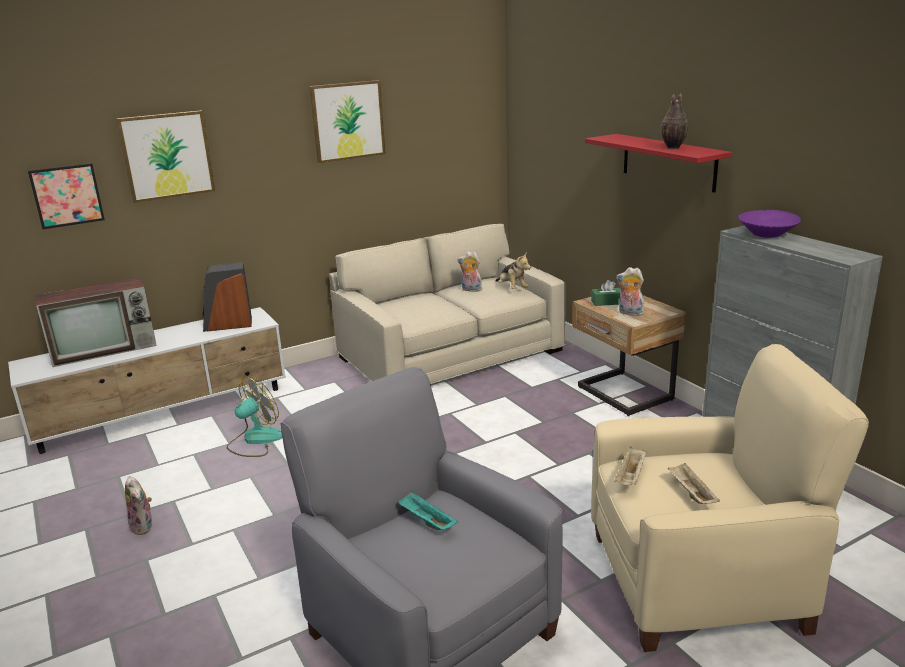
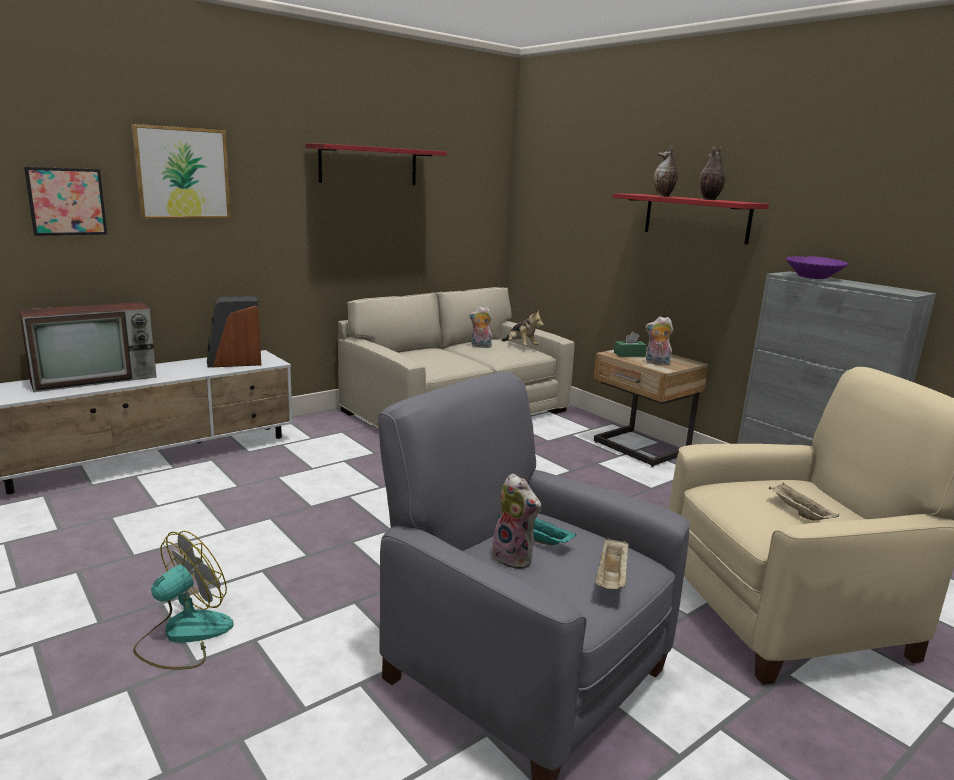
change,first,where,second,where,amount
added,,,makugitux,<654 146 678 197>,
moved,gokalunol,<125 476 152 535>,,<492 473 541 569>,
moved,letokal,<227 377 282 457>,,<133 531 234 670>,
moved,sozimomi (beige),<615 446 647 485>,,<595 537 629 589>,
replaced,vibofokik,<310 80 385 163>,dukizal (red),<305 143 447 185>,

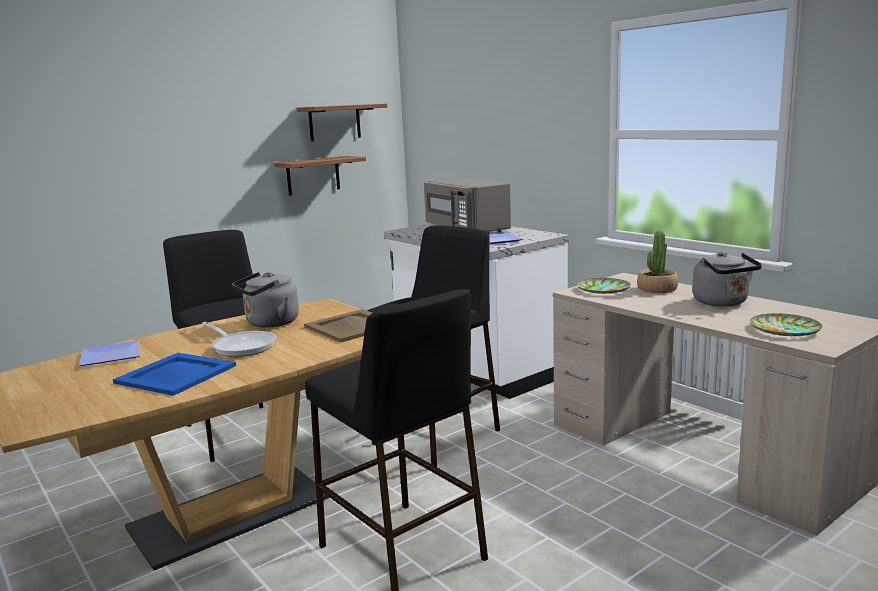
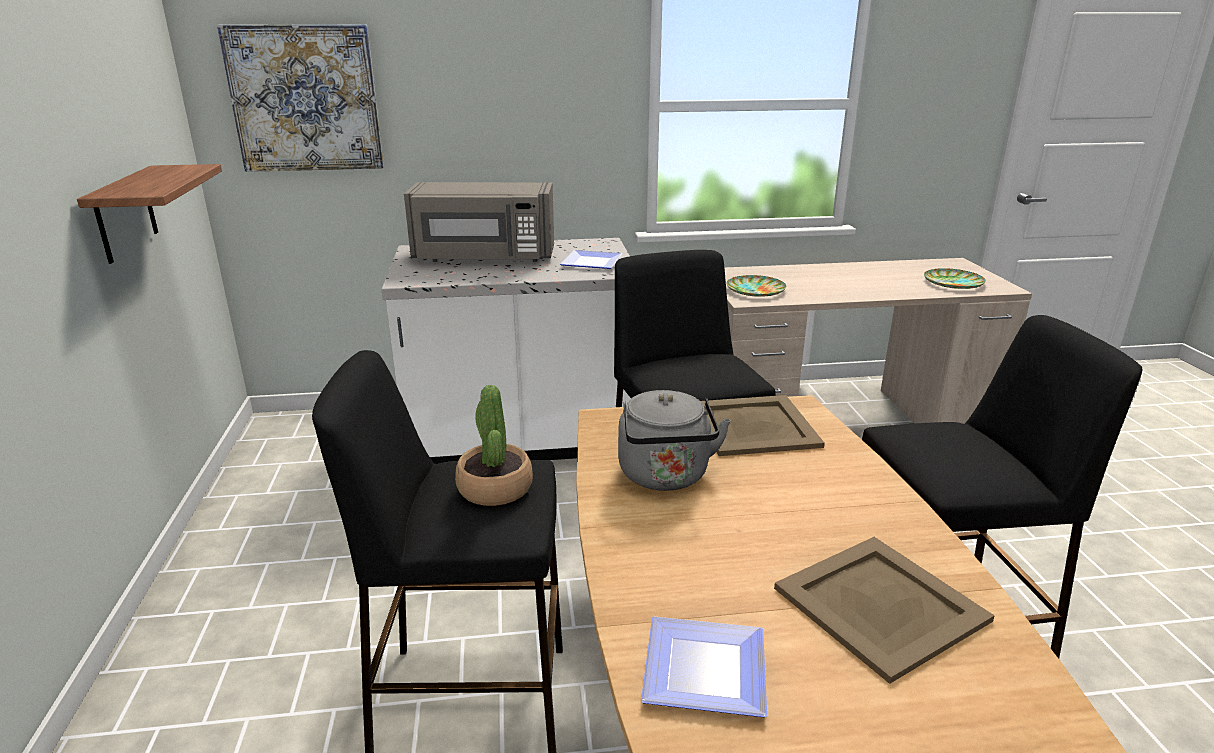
change,first,where,second,where,amount
removed,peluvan,<202 322 277 357>,,,
removed,dukizal,<297 103 387 141>,,,
removed,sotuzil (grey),<692 252 762 307>,,,
added,,,vibofokik,<217 24 384 172>,
moved,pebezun,<637 231 678 293>,,<455 385 533 506>,
recoloured,sozimomi (blue),<113 353 236 396>,sozimomi (beige),<774 537 995 684>,

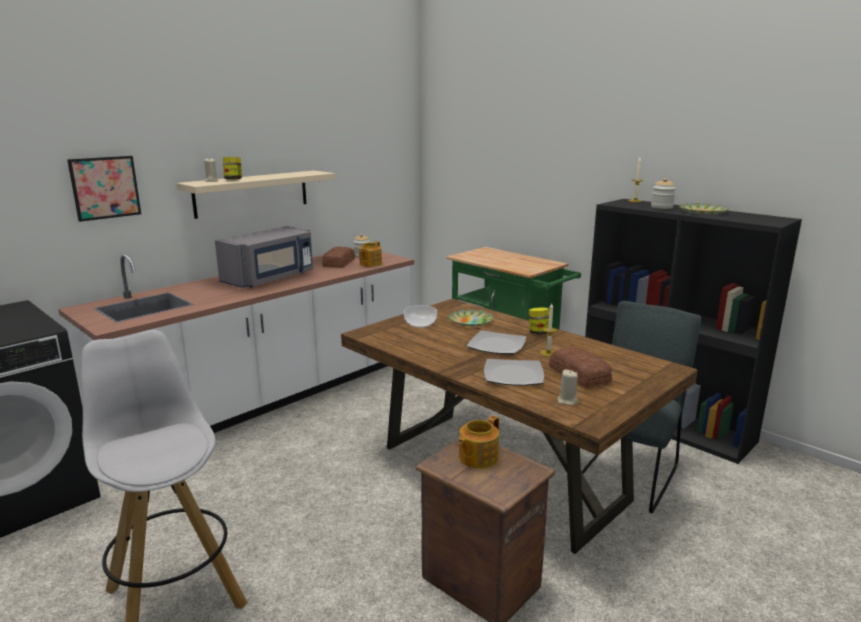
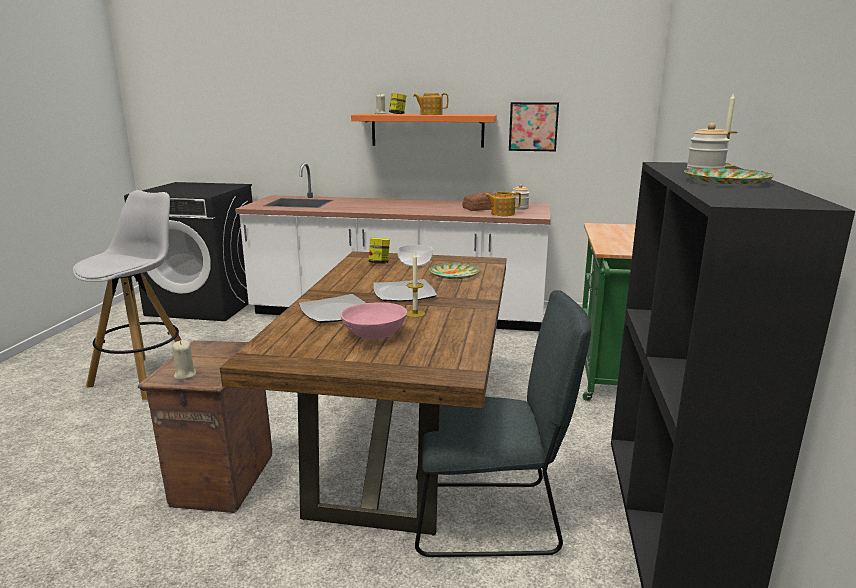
change,first,where,second,where,amount
removed,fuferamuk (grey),<215 226 313 288>,,,
moved,vibofokik,<67 156 141 222>,,<509 102 559 151>,
moved,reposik,<458 416 499 469>,,<413 93 448 115>,
moved,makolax,<529 307 549 334>,,<369 238 390 264>,
moved,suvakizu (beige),<557 370 578 405>,,<172 340 196 380>,
replaced,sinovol,<549 347 612 388>,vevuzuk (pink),<340 302 407 340>,
recoloured,dukizal (beige),<176 170 335 219>,dukizal (orange),<351 114 497 147>,

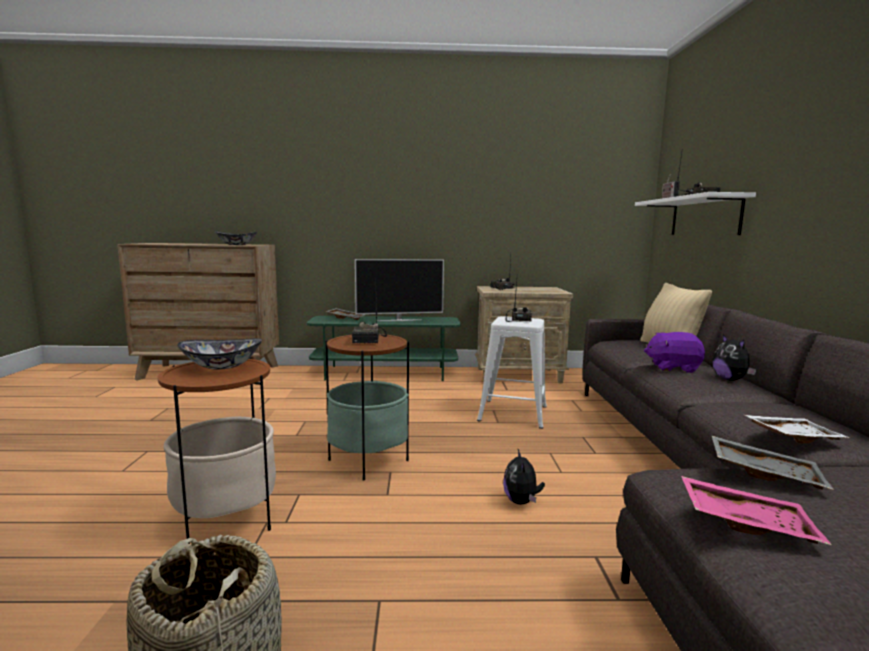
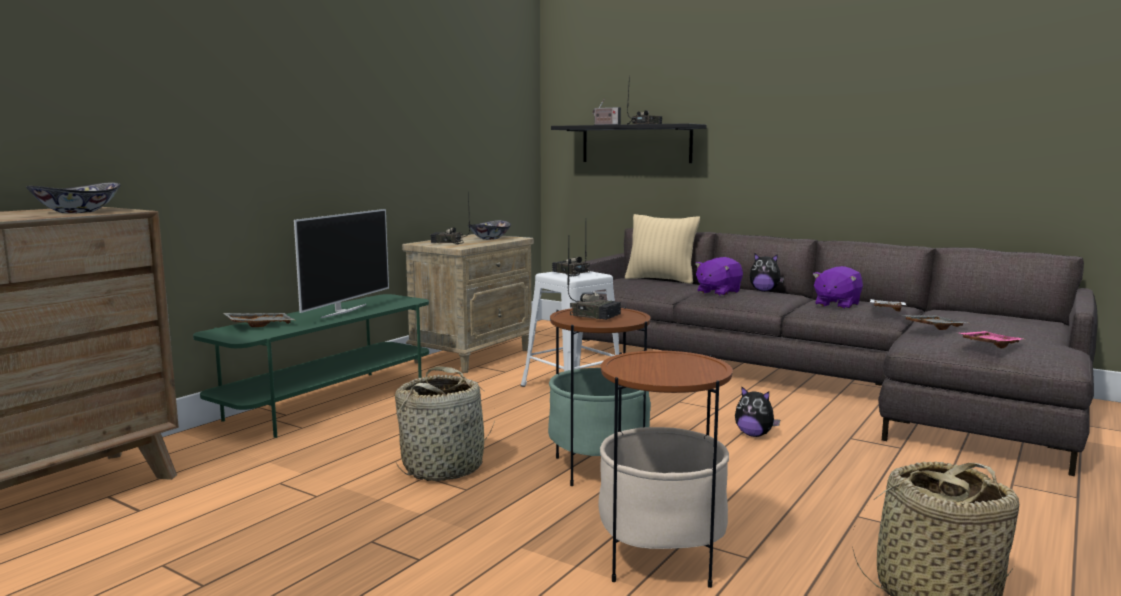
change,first,where,second,where,amount
added,,,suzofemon,<395 366 495 481>,
added,,,gokalunol (purple),<812 266 863 309>,
moved,vevuzuk,<177 338 262 370>,,<468 220 511 240>,
recoloured,dukizal (white),<635 192 756 235>,dukizal (black),<551 123 707 163>,

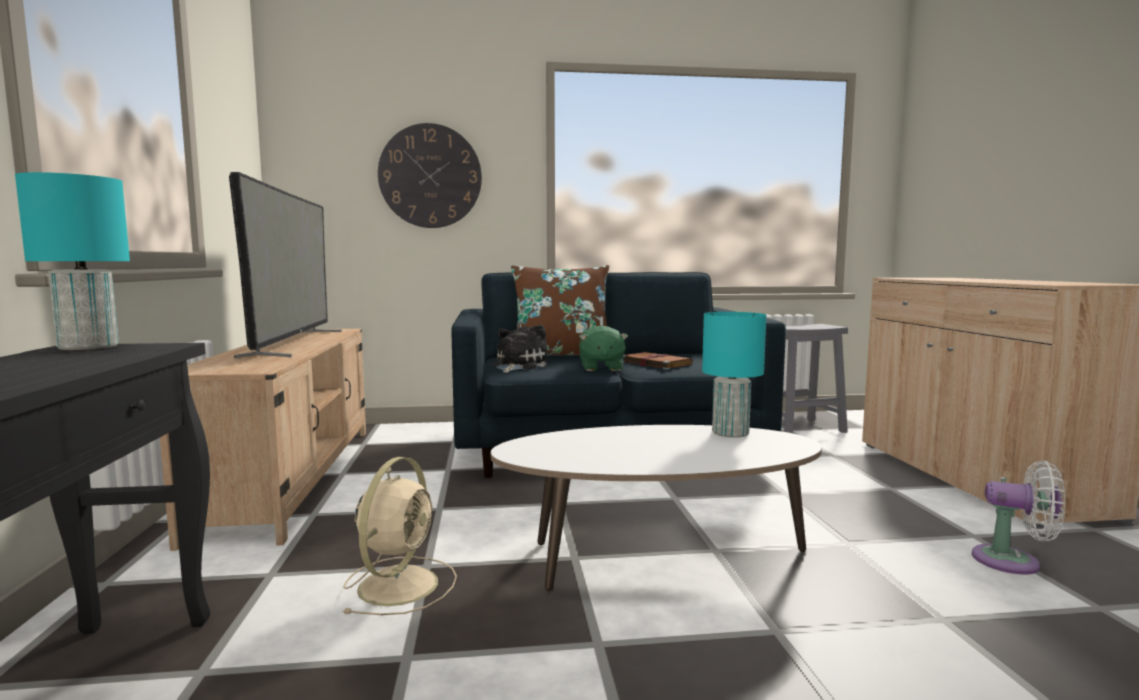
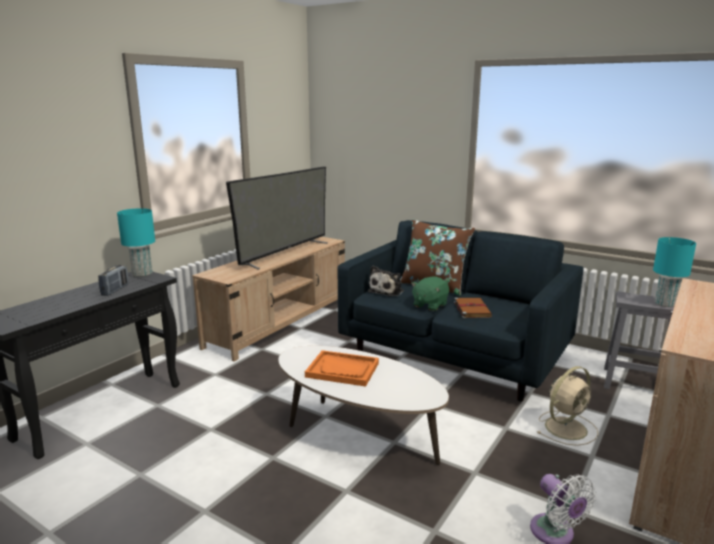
change,first,where,second,where,amount
removed,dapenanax,<378 123 482 228>,,,
added,,,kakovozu,<98 265 129 296>,
added,,,sozimomi (orange),<305 350 379 387>,
moved,letokal (beige),<342 457 457 615>,,<537 366 598 446>,
moved,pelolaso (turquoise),<702 312 766 438>,,<653 237 696 307>,
turned,gokalunol,<493 325 549 373>,,<368 265 404 297>,150 degrees clockwise

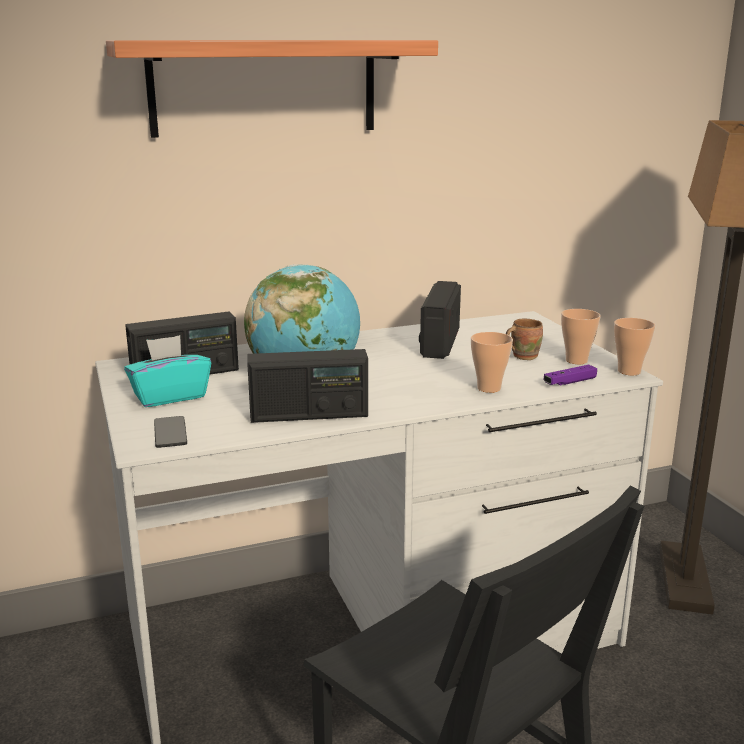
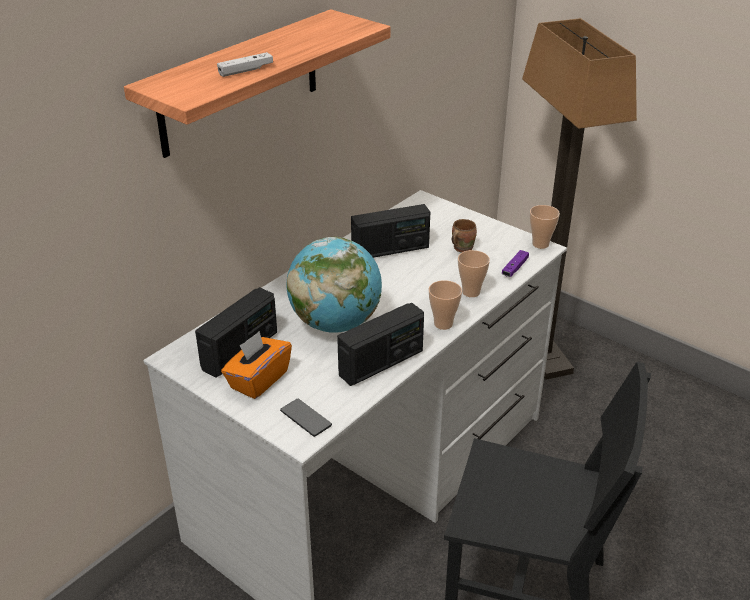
change,first,where,second,where,amount
added,,,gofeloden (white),<217 52 273 77>,
moved,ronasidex,<561 309 601 364>,,<429 280 462 330>,
recoloured,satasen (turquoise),<124 335 211 407>,satasen (orange),<221 331 292 399>,
turned,kakovozu,<419 281 461 359>,,<351 204 430 258>,90 degrees counterclockwise

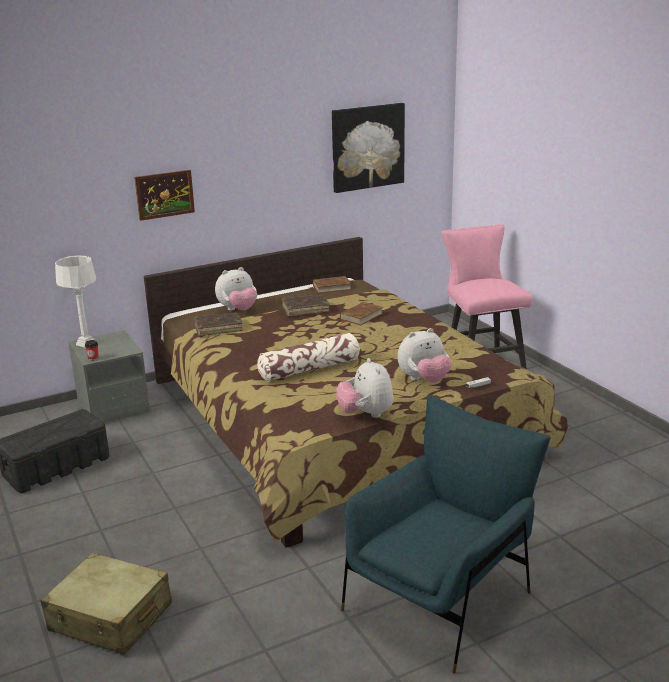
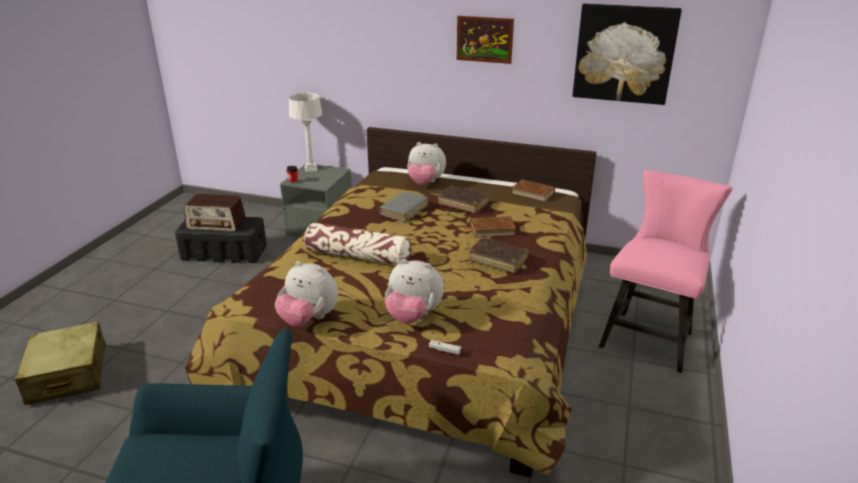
change,first,where,second,where,amount
added,,,kakovozu,<184 194 246 232>,
added,,,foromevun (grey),<379 192 428 222>,
moved,vibofokik,<134 170 195 221>,,<456 16 514 64>,
moved,foromevun (brown),<194 313 243 336>,,<468 237 529 273>,
turned,gokalunol,<336 358 393 418>,,<275 261 338 327>,90 degrees counterclockwise

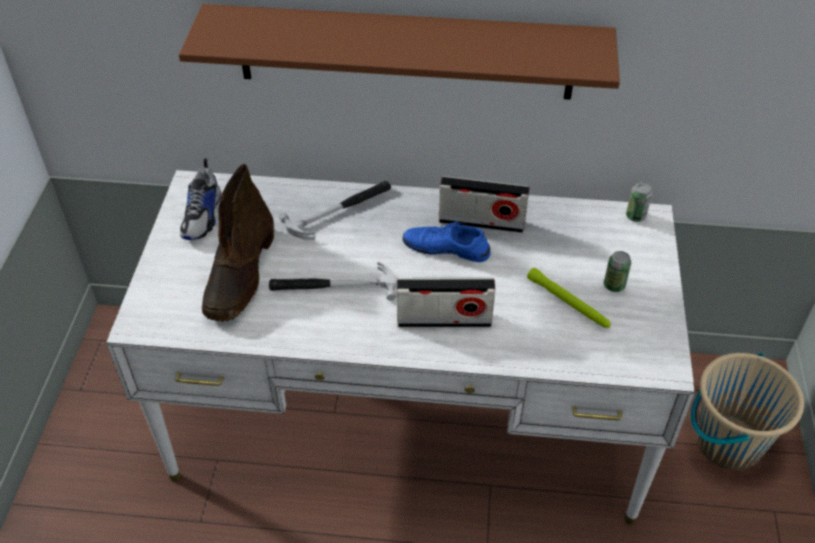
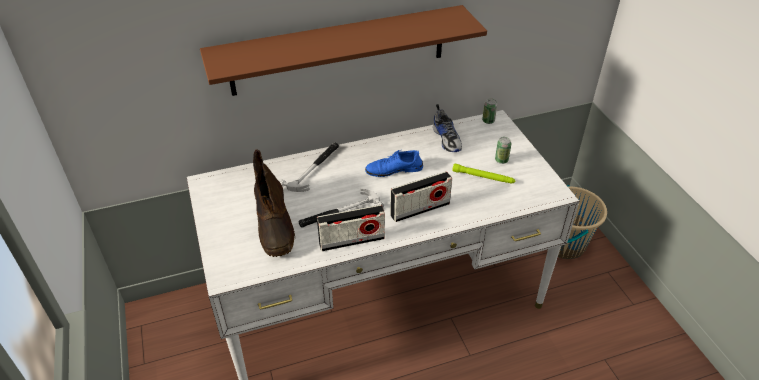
change,first,where,second,where,amount
moved,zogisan,<180 158 221 240>,,<433 104 462 152>,
moved,kakovozu,<439 176 529 233>,,<317 205 385 251>,

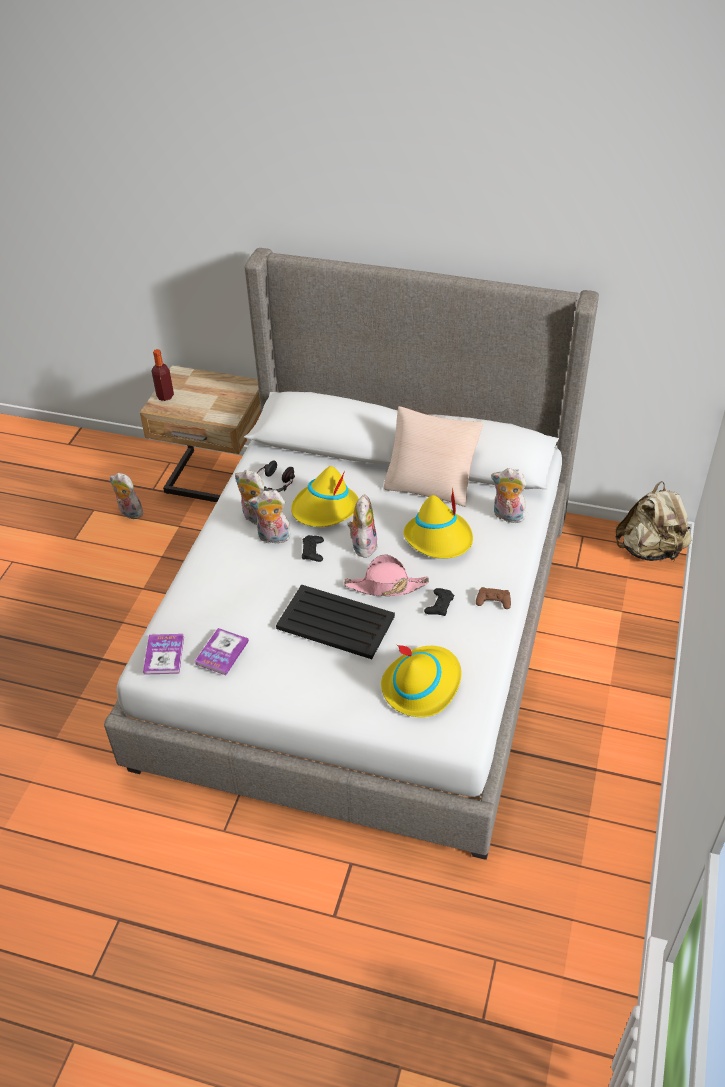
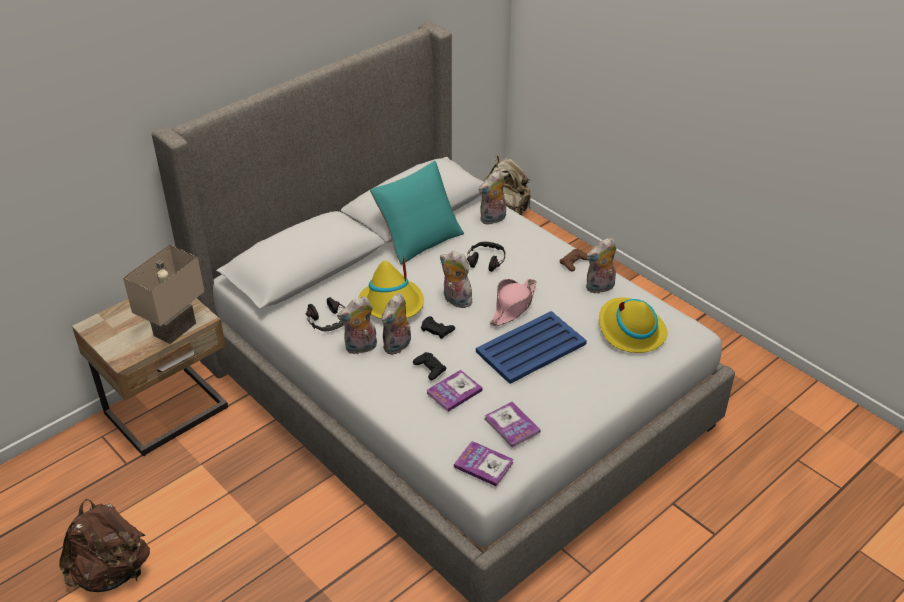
change,first,where,second,where,amount
removed,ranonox,<152 349 174 401>,,,
added,,,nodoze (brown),<59 498 150 592>,
added,,,pelolaso (beige),<123 244 205 344>,
added,,,foromevun,<426 370 483 412>,
moved,gokalunol,<110 473 143 519>,,<586 237 616 294>,
moved,gofeloden (black),<424 588 454 616>,,<413 352 446 380>,
replaced,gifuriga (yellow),<404 487 473 559>,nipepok,<467 242 505 272>,
recoloured,sozimomi (black),<276 584 395 659>,sozimomi (blue),<476 311 587 384>,
recoloured,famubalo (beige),<383 406 483 507>,famubalo (turquoise),<370 161 464 265>,

